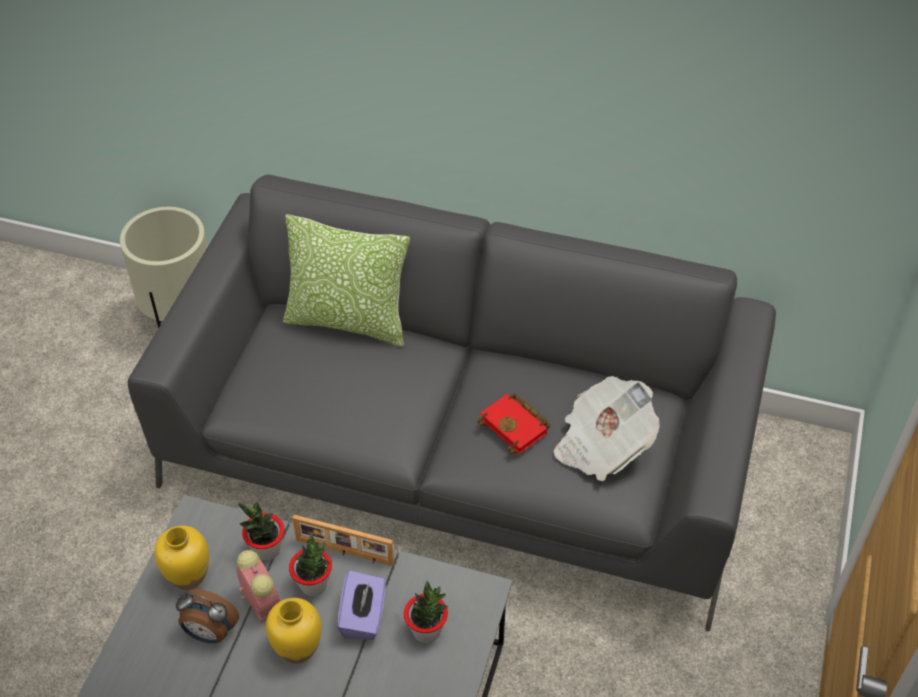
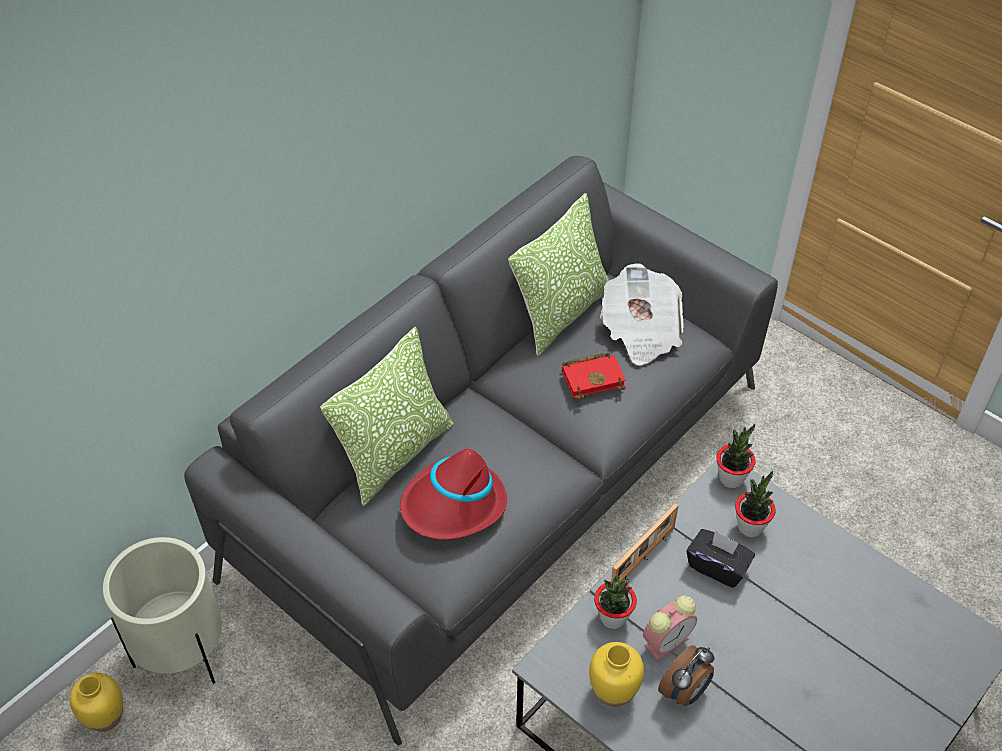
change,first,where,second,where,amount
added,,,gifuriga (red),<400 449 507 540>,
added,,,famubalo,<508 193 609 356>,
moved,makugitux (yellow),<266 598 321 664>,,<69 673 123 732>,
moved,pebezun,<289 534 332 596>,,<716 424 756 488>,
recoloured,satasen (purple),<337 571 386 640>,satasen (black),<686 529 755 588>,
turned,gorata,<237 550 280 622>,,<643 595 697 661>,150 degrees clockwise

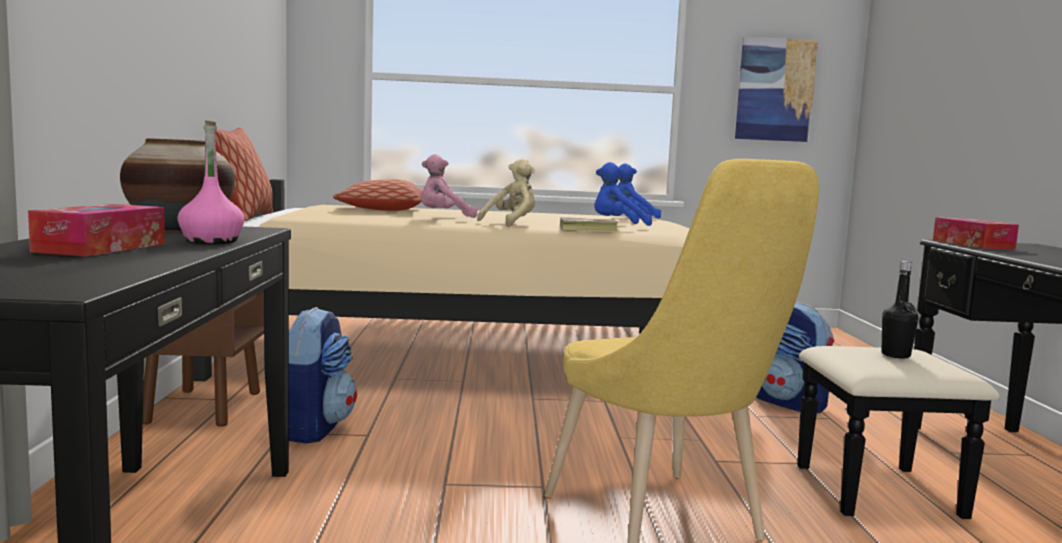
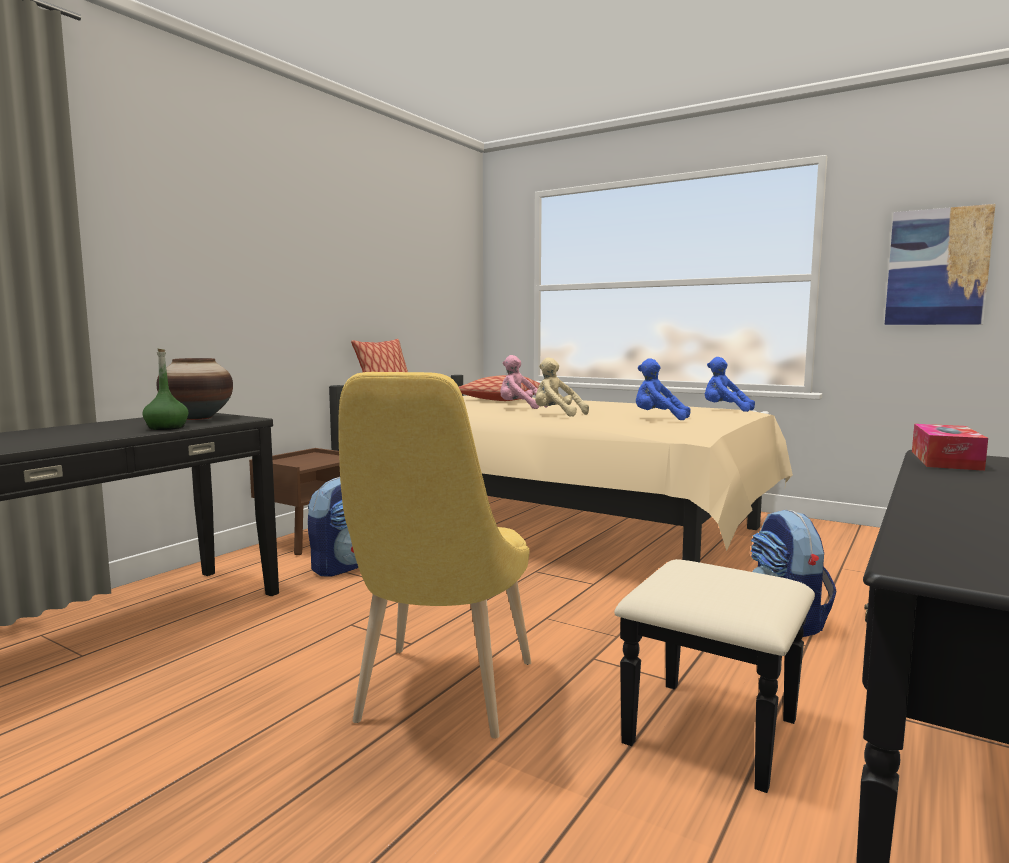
change,first,where,second,where,amount
removed,satasen,<28 204 165 257>,,,
removed,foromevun,<560 217 618 232>,,,
removed,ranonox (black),<882 261 918 358>,,,
recoloured,ranonox (pink),<177 120 244 244>,ranonox (green),<143 349 189 430>,
turned,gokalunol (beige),<477 159 535 227>,,<535 357 589 417>,135 degrees counterclockwise

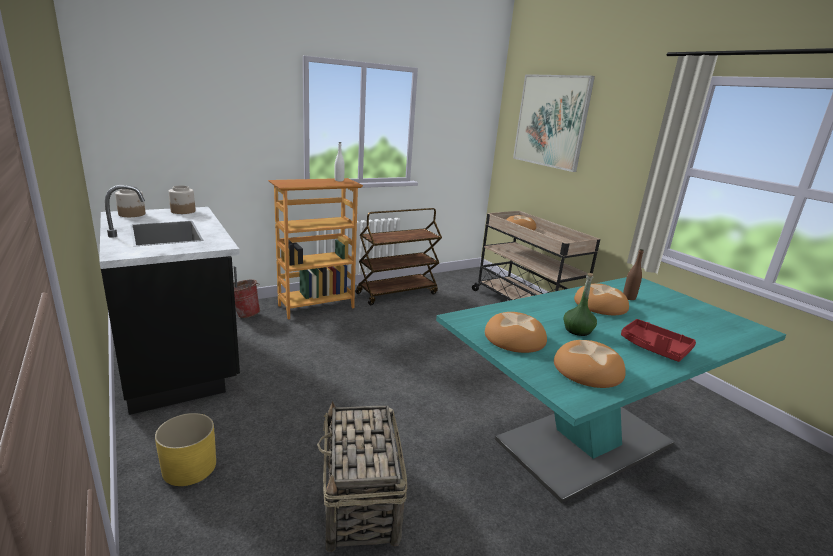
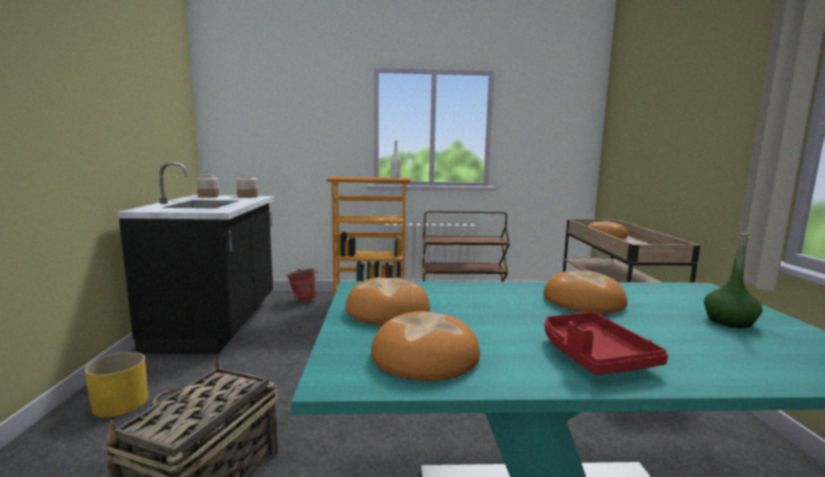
change,first,where,second,where,amount
removed,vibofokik,<513 74 595 172>,,,
removed,ranonox (brown),<623 249 643 300>,,,
moved,ranonox (green),<563 273 597 336>,,<704 233 762 328>,

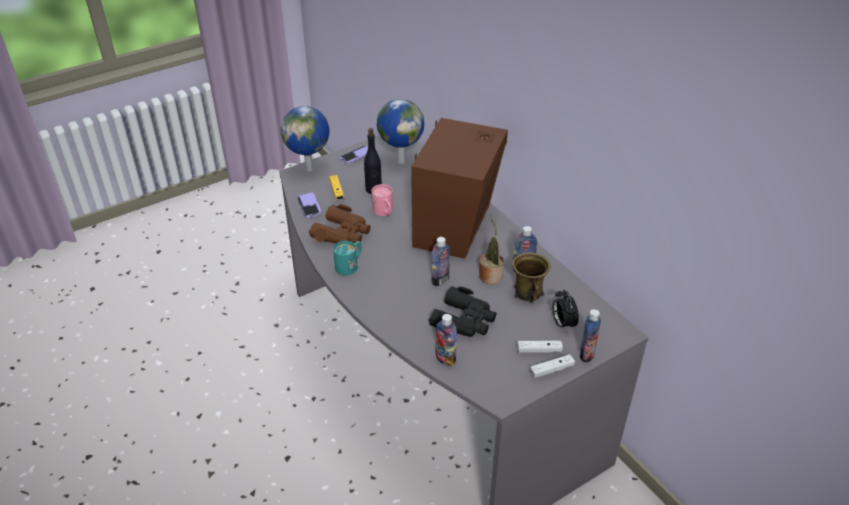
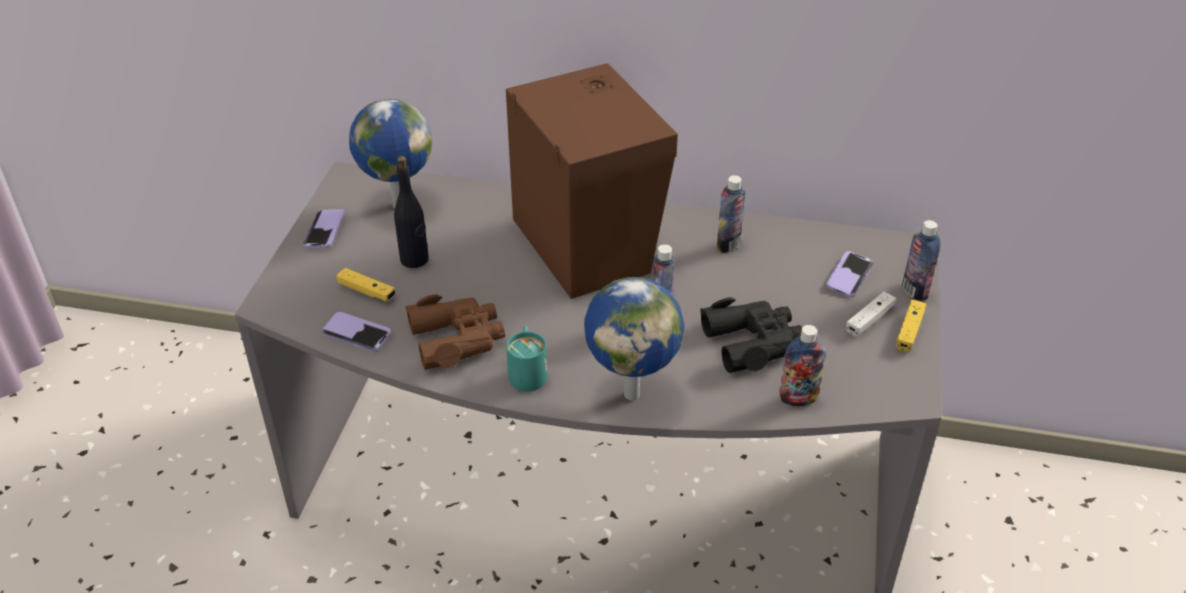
change,first,where,second,where,amount
removed,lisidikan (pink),<371 184 393 216>,,,
removed,pebezun,<479 215 504 284>,,,
removed,lisidikan (brown),<512 252 551 303>,,,
moved,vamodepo,<281 106 330 172>,,<584 277 684 400>,
replaced,gorata,<552 289 579 332>,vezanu,<826 251 873 297>,
recoloured,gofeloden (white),<530 354 575 378>,gofeloden (yellow),<896 300 926 352>,

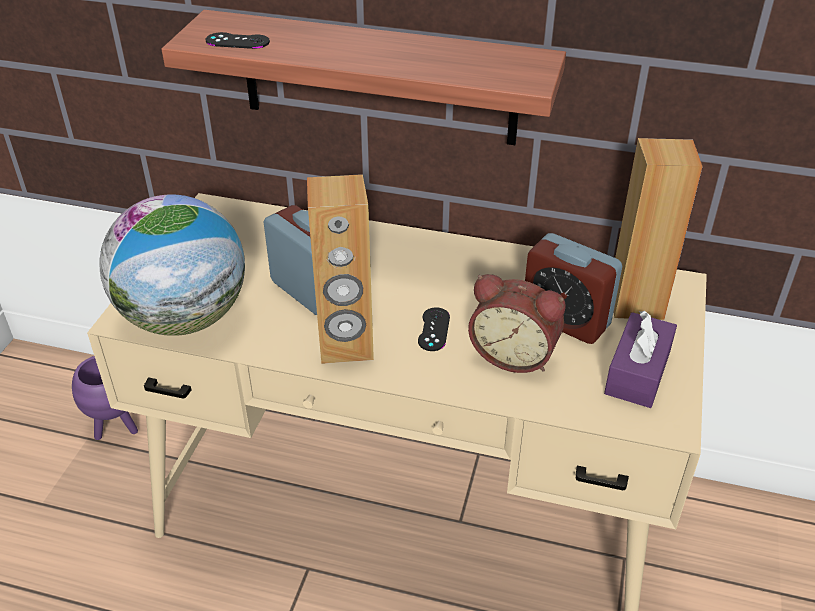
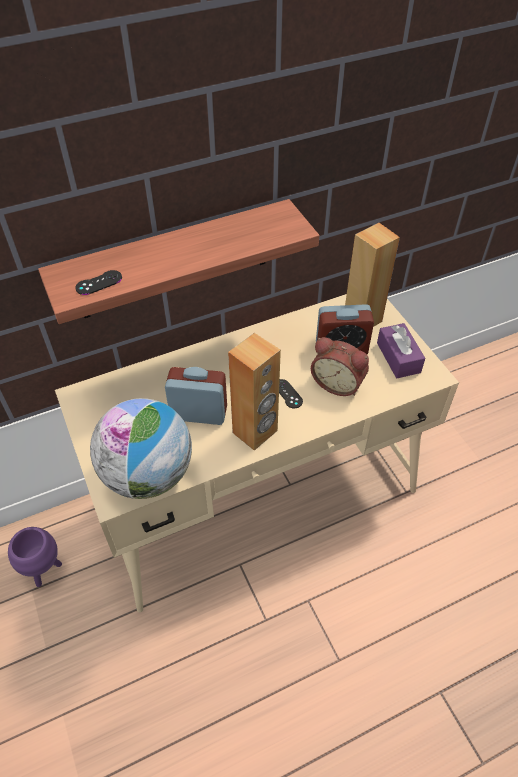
change,first,where,second,where,amount
turned,gorata,<468 274 565 373>,,<311 337 369 396>,45 degrees clockwise

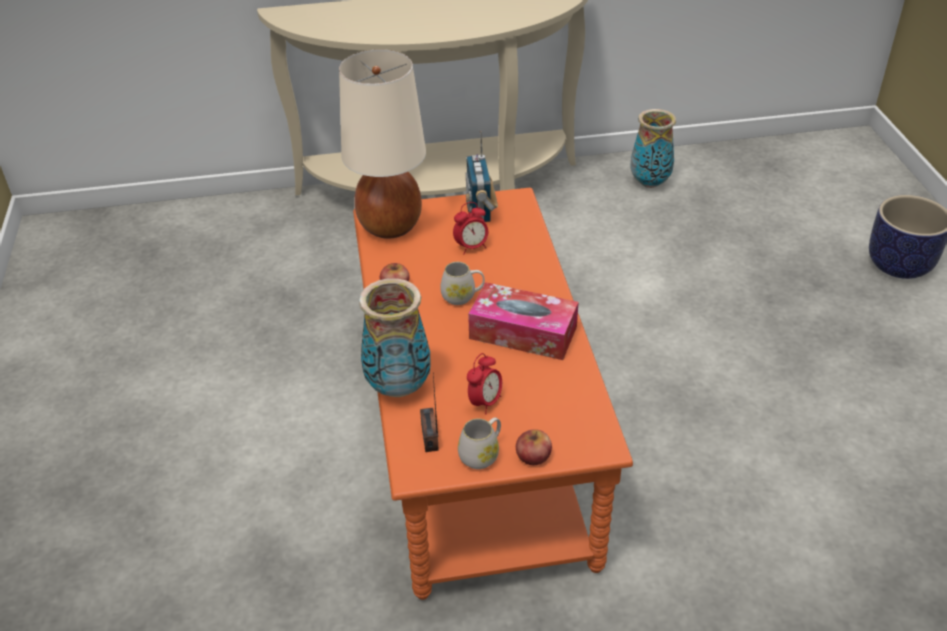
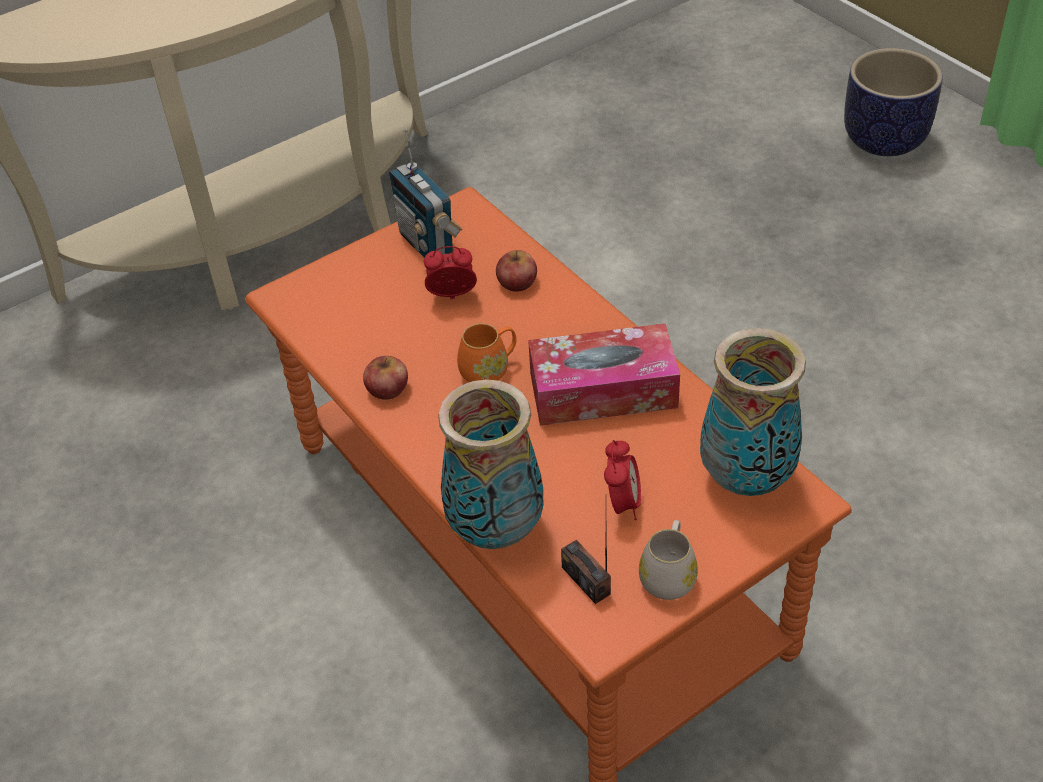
change,first,where,second,where,amount
removed,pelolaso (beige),<339 49 426 239>,,,
moved,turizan,<516 429 552 465>,,<496 250 537 292>,
moved,makugitux,<630 109 676 188>,,<700 328 806 496>,
recoloured,lisidikan (white),<440 262 485 305>,lisidikan (orange),<457 323 516 382>,
turned,gorata,<453 202 488 254>,,<424 246 477 300>,135 degrees counterclockwise

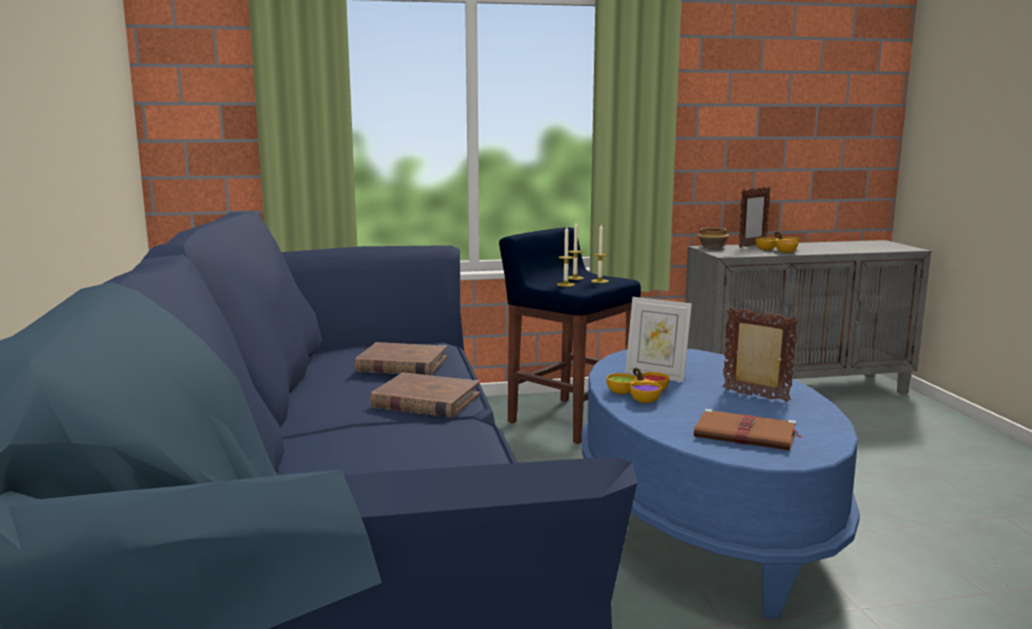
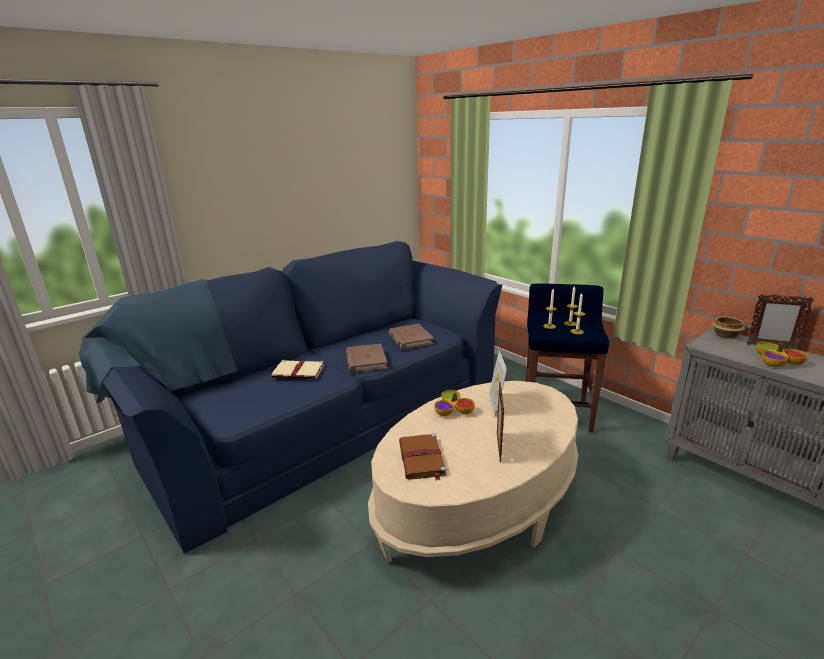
change,first,where,second,where,amount
added,,,foromevun (beige),<272 360 327 379>,
recoloured,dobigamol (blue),<582 349 860 618>,dobigamol (beige),<368 381 578 562>,

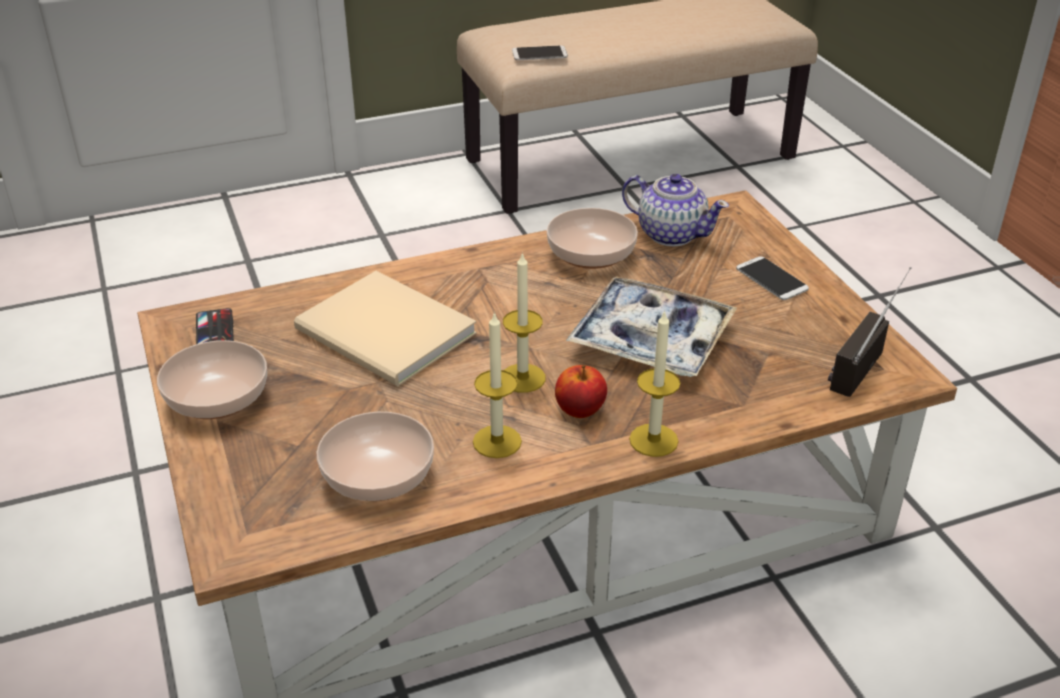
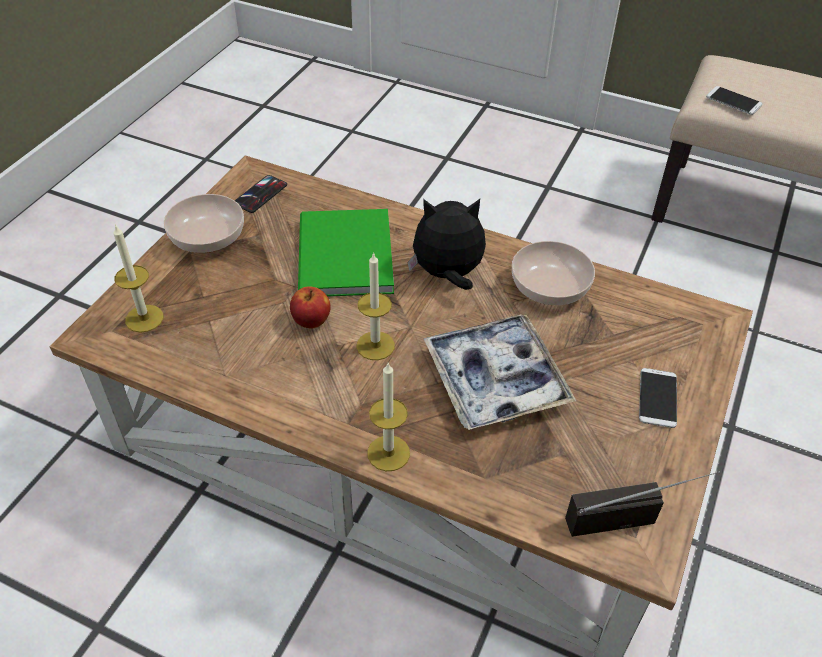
change,first,where,second,where,amount
removed,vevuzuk,<317 412 434 501>,,,
removed,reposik,<622 174 729 246>,,,
added,,,gokalunol,<407 199 486 290>,
moved,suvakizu,<473 311 522 458>,,<113 224 163 333>,
moved,turizan,<555 365 607 418>,,<290 286 331 329>,
recoloured,foromevun (beige),<294 271 477 386>,foromevun (green),<298 209 394 297>,

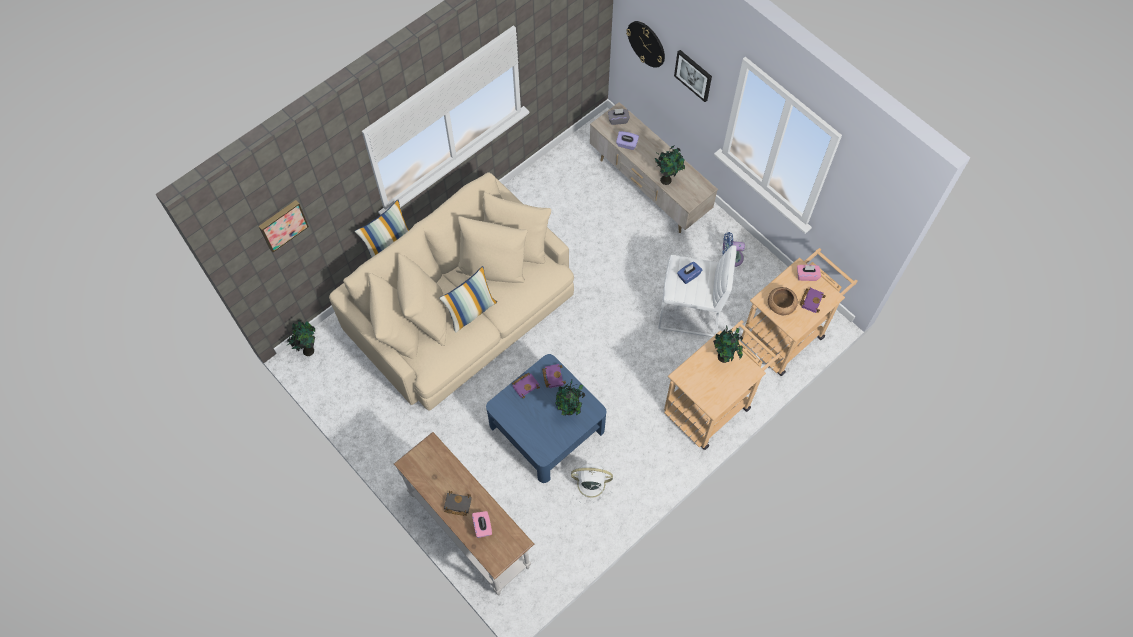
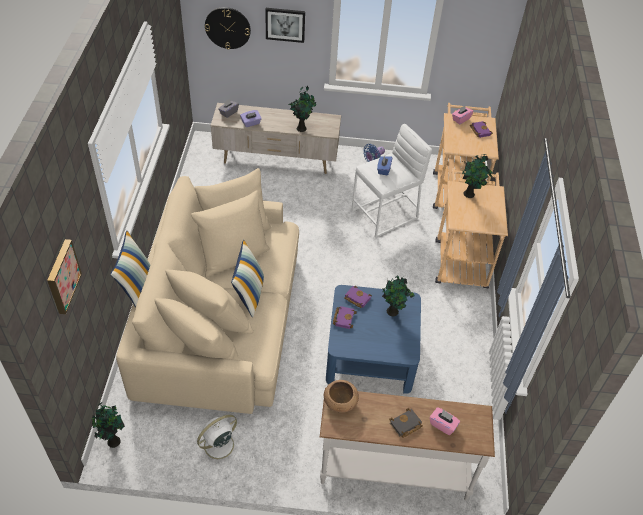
change,first,where,second,where,amount
moved,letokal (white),<570 464 613 504>,,<196 415 243 468>,
moved,vevuzuk (brown),<768 287 798 315>,,<324 380 359 413>,

